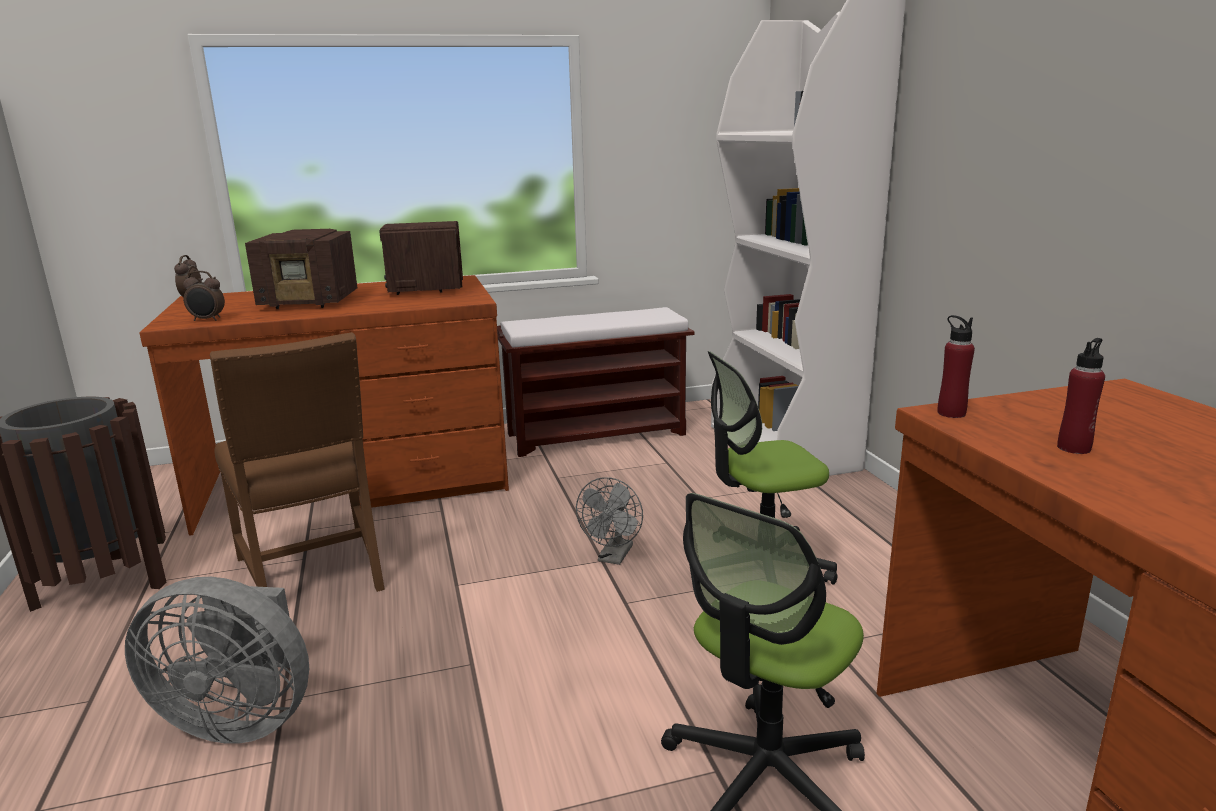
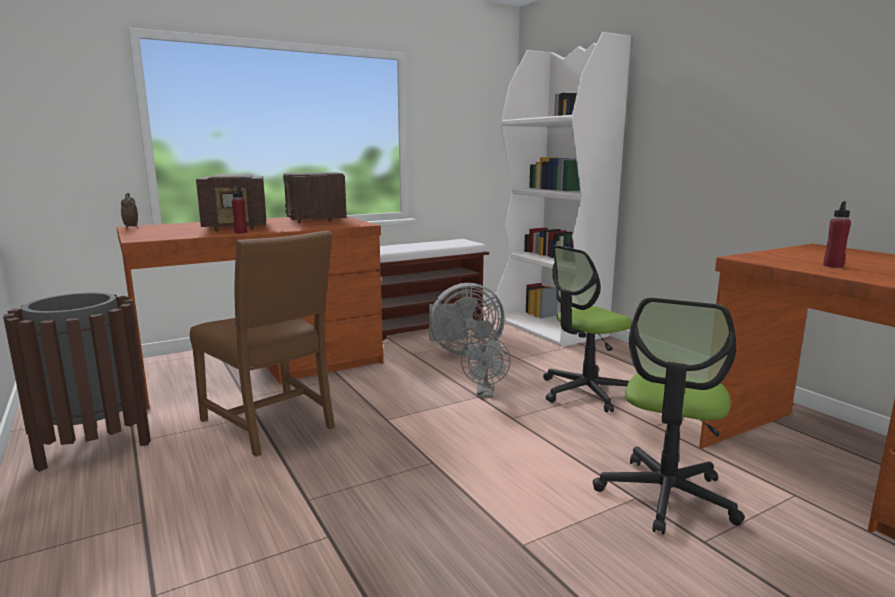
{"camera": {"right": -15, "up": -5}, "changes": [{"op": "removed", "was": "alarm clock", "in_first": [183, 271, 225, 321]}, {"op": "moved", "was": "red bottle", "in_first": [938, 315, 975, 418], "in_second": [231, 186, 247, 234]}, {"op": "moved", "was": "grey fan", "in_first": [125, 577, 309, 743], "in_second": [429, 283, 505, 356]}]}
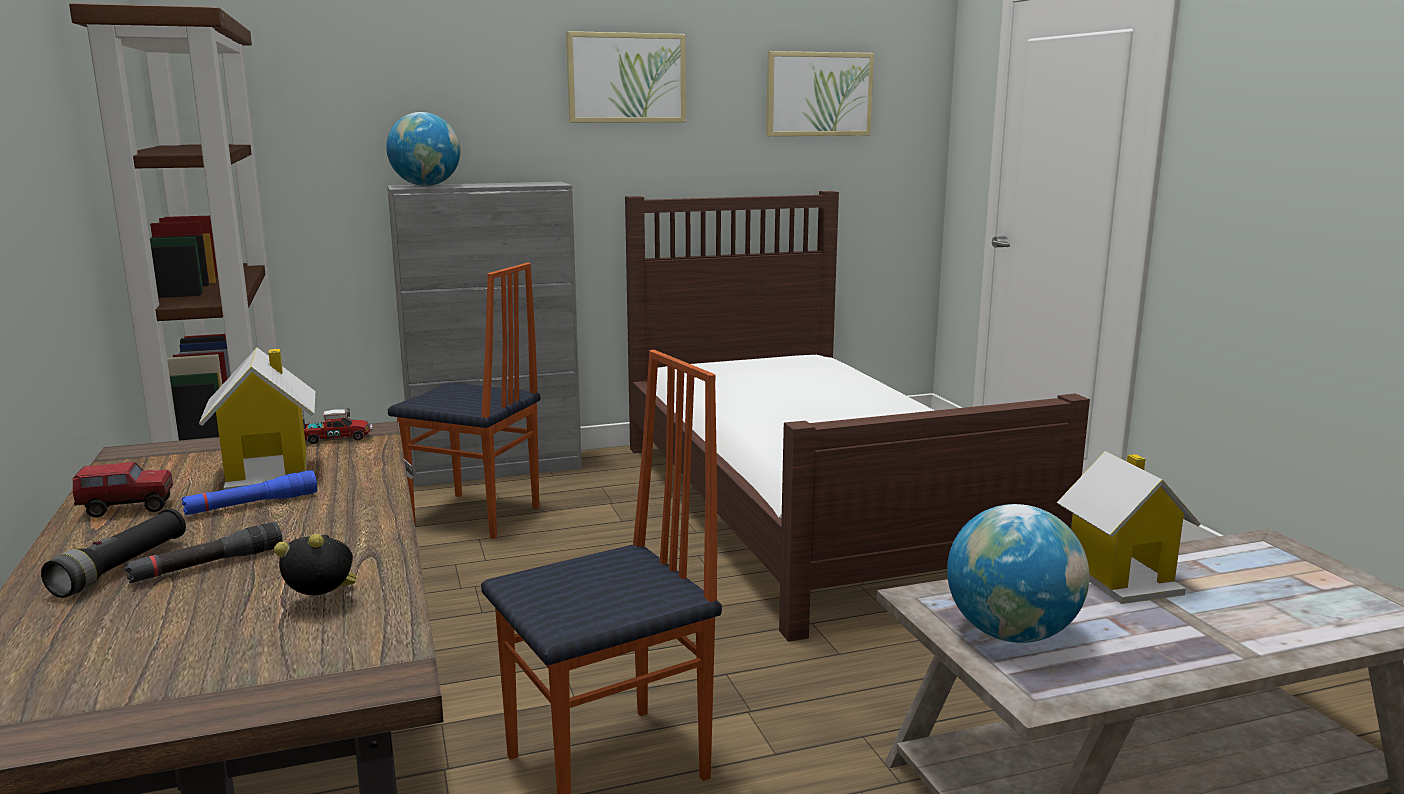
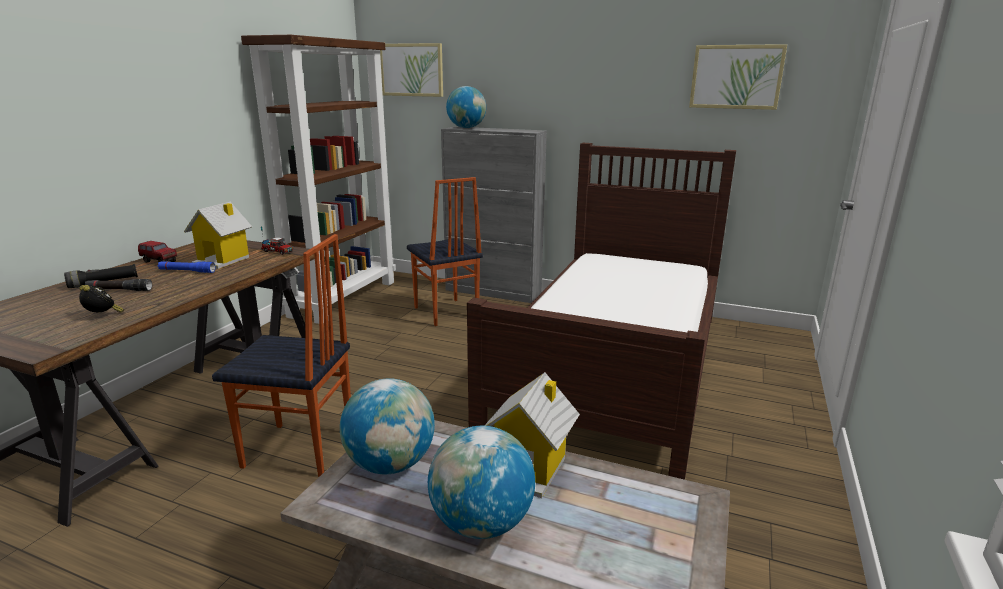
{"camera": {"right": 40, "up": 5}, "changes": [{"op": "moved", "was": "picture", "in_first": [566, 31, 686, 123], "in_second": [380, 43, 443, 97]}, {"op": "added", "now": "globe", "in_second": [428, 426, 535, 539]}]}
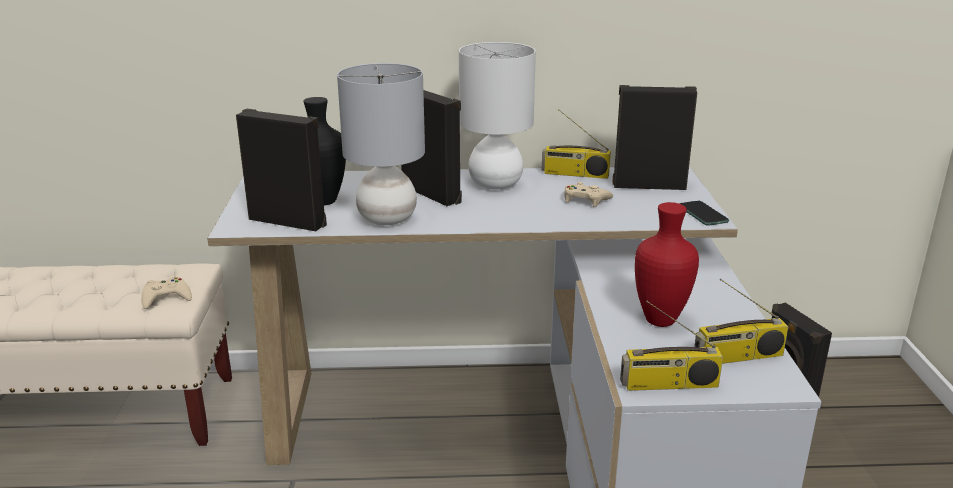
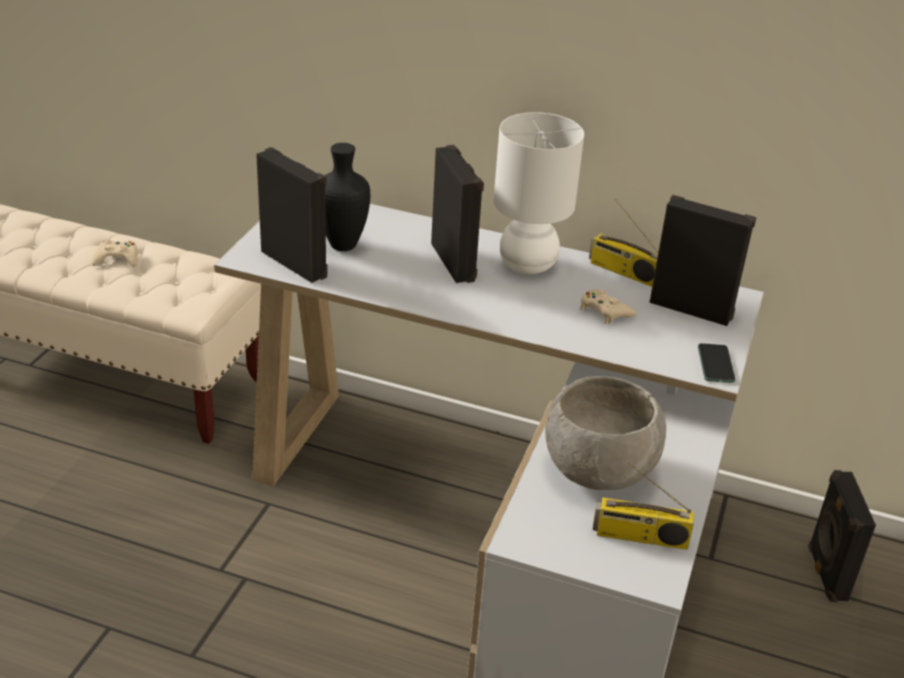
{"camera": {"right": 20, "up": 10}, "changes": [{"op": "removed", "was": "grey table lamp", "in_first": [337, 63, 425, 225]}, {"op": "replaced", "was": "red vase", "now": "grey bowl", "in_first": [635, 202, 699, 327], "in_second": [545, 376, 666, 490]}, {"op": "moved", "was": "beige game controller", "in_first": [141, 277, 192, 309], "in_second": [92, 239, 138, 267]}, {"op": "removed", "was": "radio", "in_first": [620, 301, 723, 391]}]}
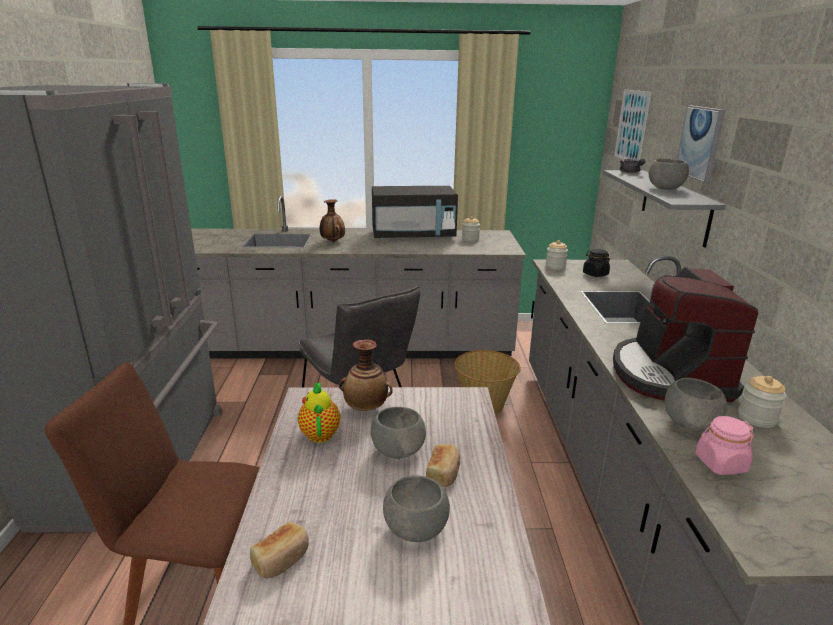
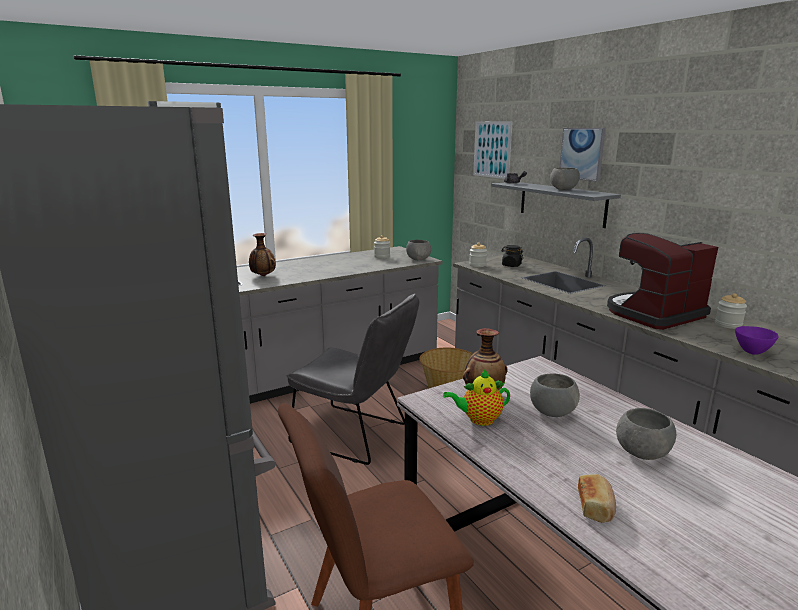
{"camera": {"right": -30, "up": -5}, "changes": [{"op": "removed", "was": "black microwave", "in_first": [372, 186, 458, 240]}, {"op": "turned", "was": "coffee machine", "in_first": [613, 267, 758, 402], "in_second": [607, 233, 718, 330], "clockwise": 90}, {"op": "moved", "was": "grey bowl", "in_first": [665, 378, 727, 431], "in_second": [406, 240, 431, 260]}, {"op": "turned", "was": "teapot", "in_first": [298, 383, 340, 443], "in_second": [443, 370, 510, 426], "clockwise": -60}, {"op": "replaced", "was": "pink jar", "now": "purple bowl", "in_first": [695, 416, 754, 475], "in_second": [735, 326, 779, 355]}, {"op": "removed", "was": "bread", "in_first": [426, 444, 460, 487]}]}
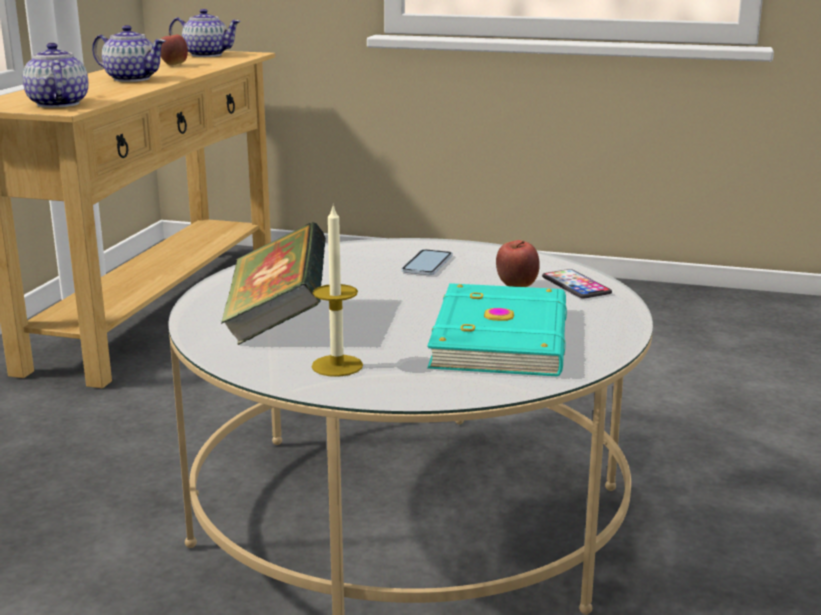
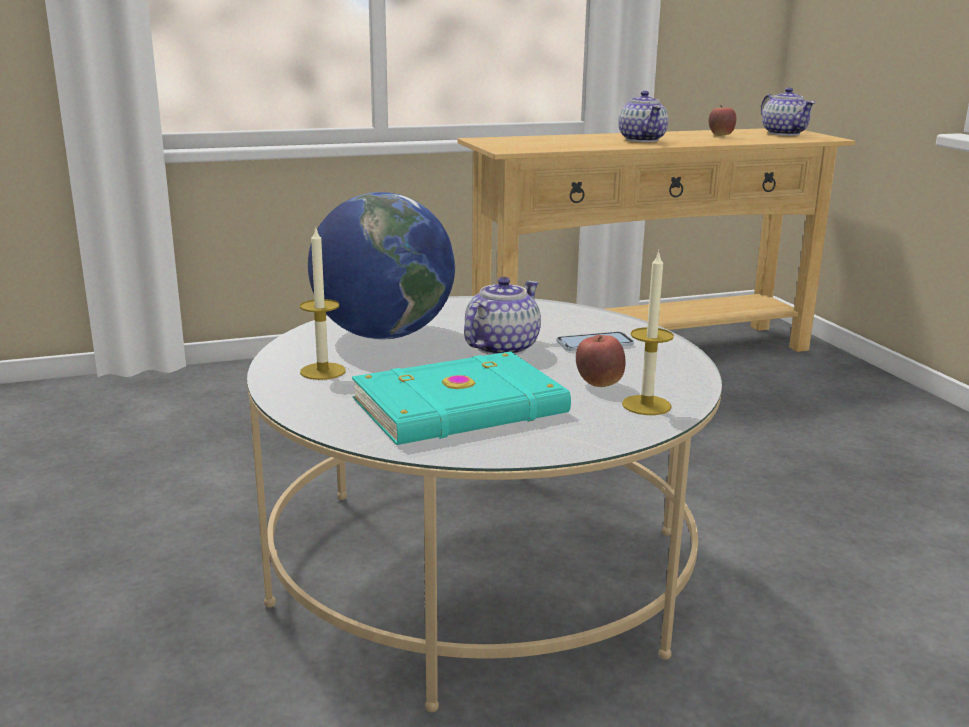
{"camera": {"right": 55, "up": 0}, "changes": [{"op": "moved", "was": "teapot", "in_first": [23, 43, 88, 108], "in_second": [464, 277, 541, 355]}, {"op": "replaced", "was": "book", "now": "globe", "in_first": [221, 222, 326, 345], "in_second": [308, 192, 455, 339]}, {"op": "replaced", "was": "phone", "now": "candle", "in_first": [542, 269, 612, 299], "in_second": [622, 250, 674, 415]}]}
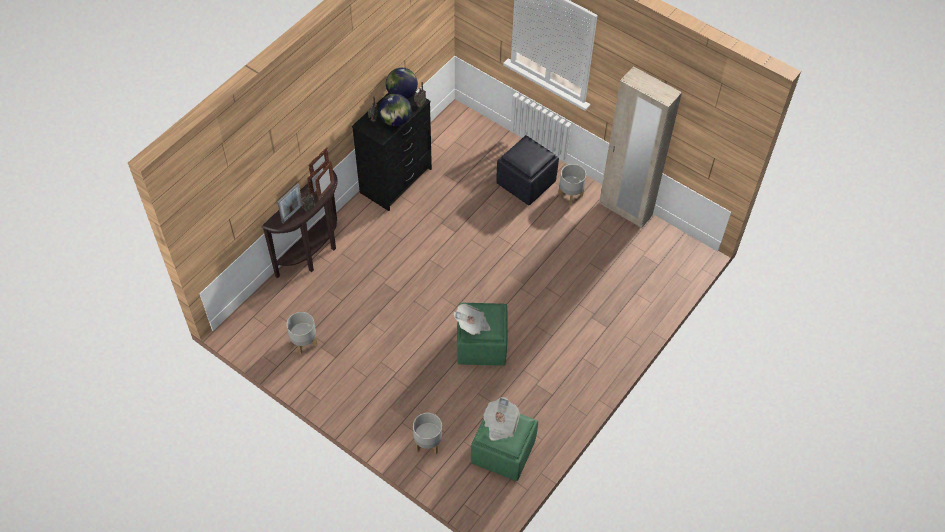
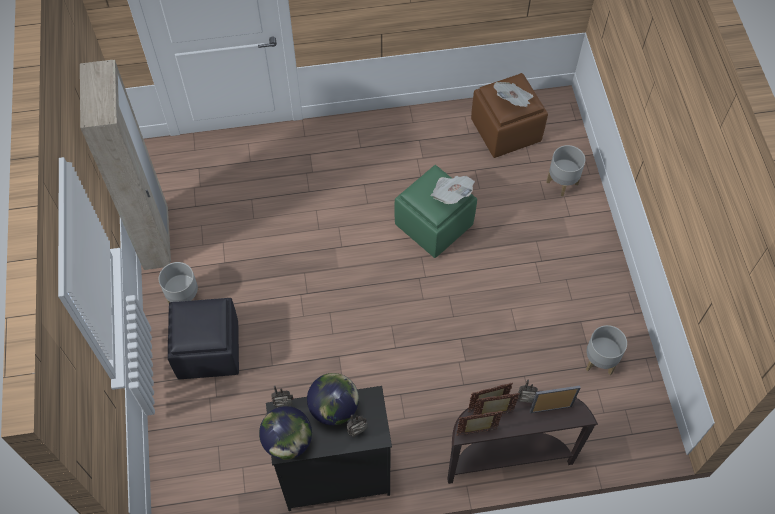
{"camera": {"right": -135, "up": 5}, "changes": [{"op": "recoloured", "was": "green ottoman", "now": "brown ottoman", "in_first": [471, 414, 538, 481], "in_second": [471, 73, 548, 158]}]}
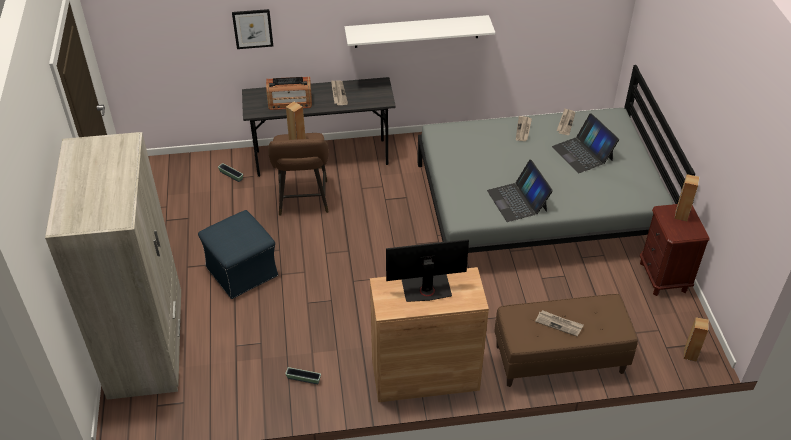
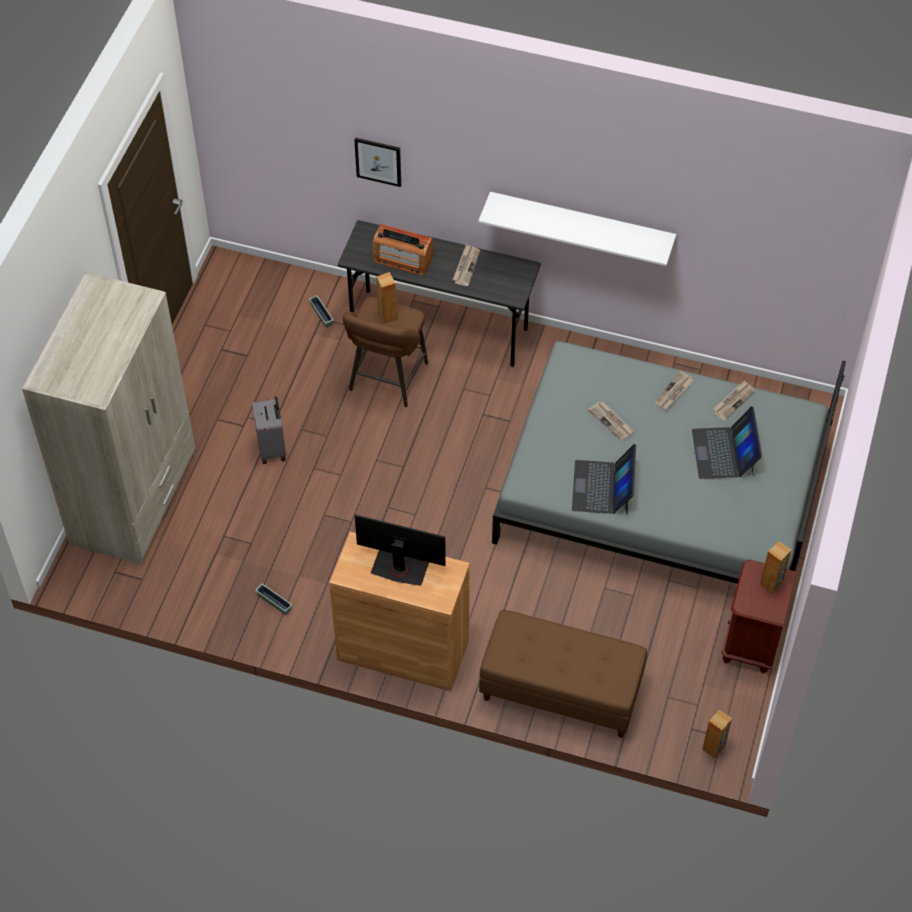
{"camera": {"right": 25, "up": 10}, "changes": [{"op": "replaced", "was": "blue ottoman", "now": "grey suitcase", "in_first": [198, 210, 278, 299], "in_second": [252, 396, 286, 464]}, {"op": "moved", "was": "newspaper", "in_first": [535, 310, 584, 337], "in_second": [588, 402, 634, 441]}]}
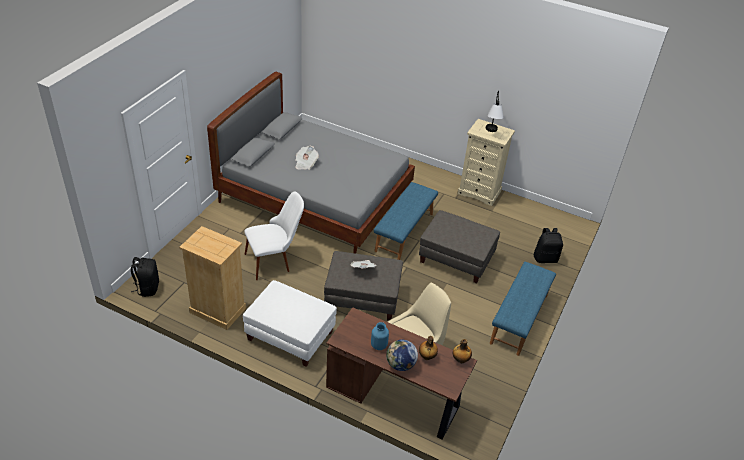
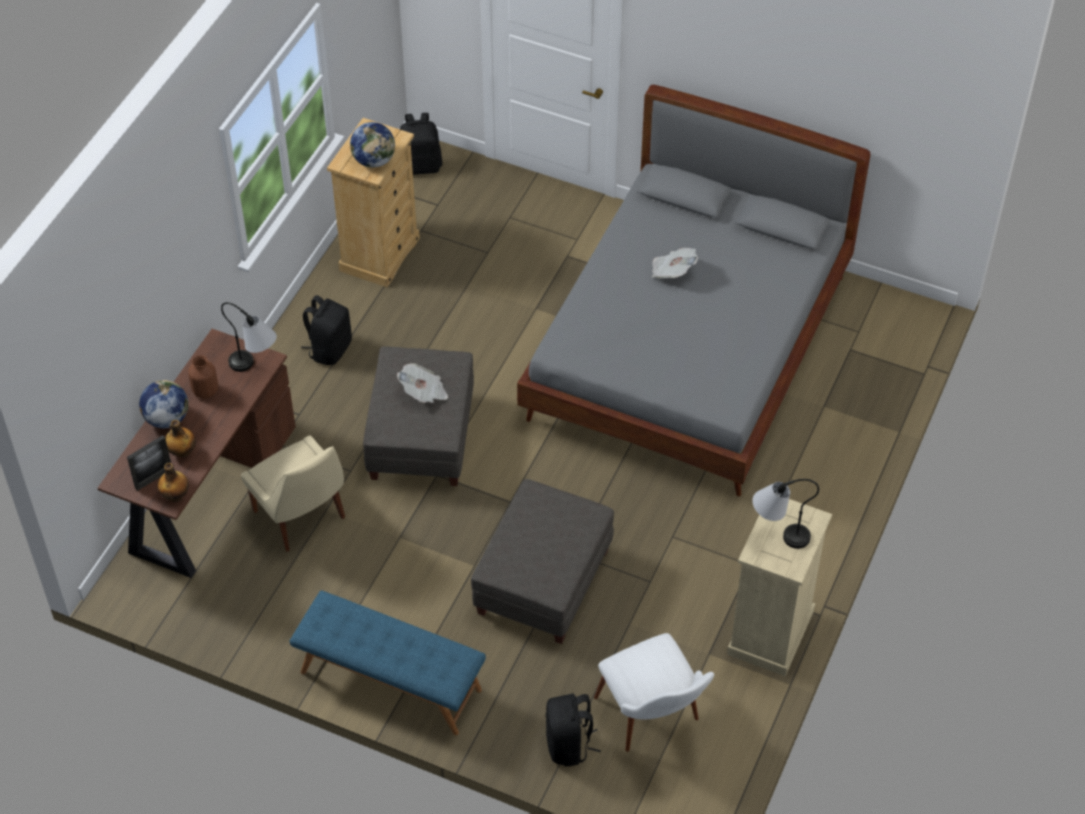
{"camera": {"right": 90, "up": 10}, "changes": [{"op": "removed", "was": "blue bench", "in_first": [374, 182, 438, 260]}, {"op": "moved", "was": "white chair", "in_first": [244, 191, 304, 280], "in_second": [594, 633, 714, 752]}, {"op": "replaced", "was": "white ottoman", "now": "black backpack", "in_first": [243, 280, 337, 367], "in_second": [301, 295, 352, 365]}, {"op": "recoloured", "was": "blue vase", "now": "brown vase", "in_first": [371, 322, 389, 350], "in_second": [188, 355, 218, 399]}, {"op": "added", "now": "globe", "in_second": [350, 122, 395, 168]}, {"op": "added", "now": "table lamp", "in_second": [221, 302, 277, 372]}, {"op": "added", "now": "picture frame", "in_second": [127, 435, 171, 491]}]}
